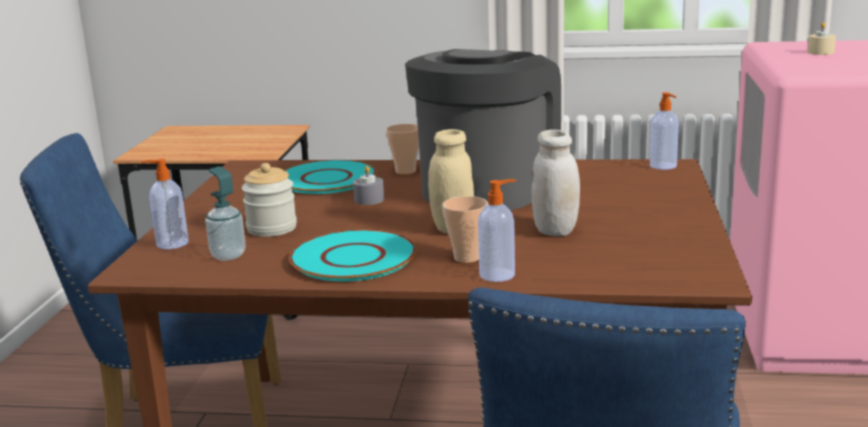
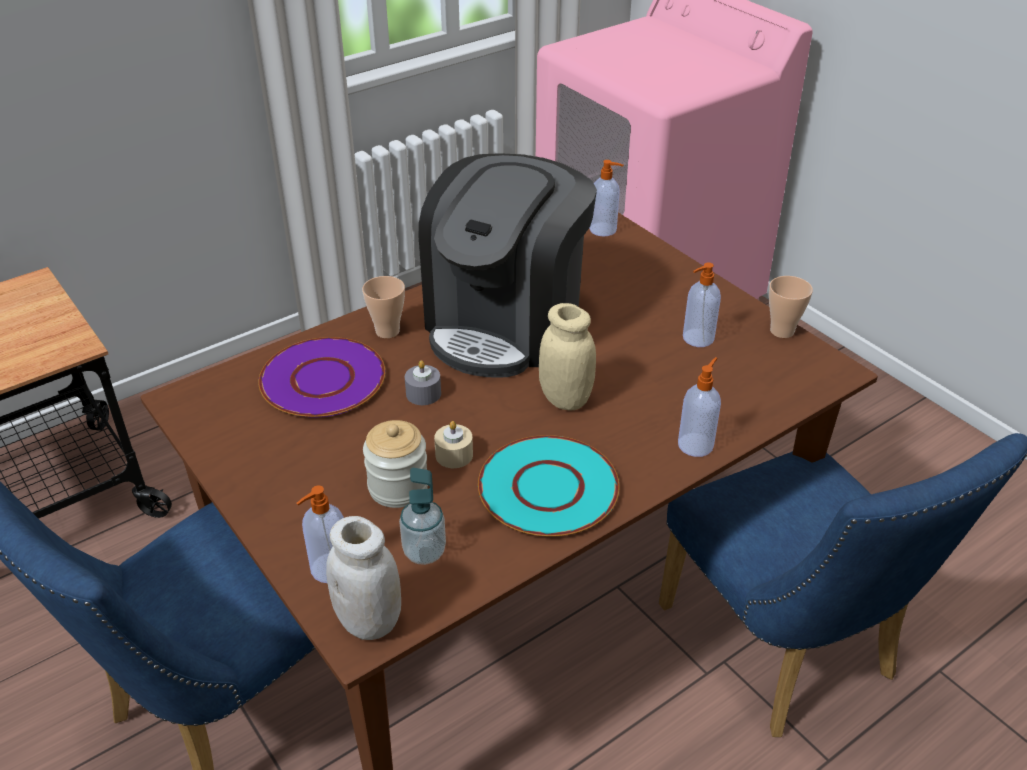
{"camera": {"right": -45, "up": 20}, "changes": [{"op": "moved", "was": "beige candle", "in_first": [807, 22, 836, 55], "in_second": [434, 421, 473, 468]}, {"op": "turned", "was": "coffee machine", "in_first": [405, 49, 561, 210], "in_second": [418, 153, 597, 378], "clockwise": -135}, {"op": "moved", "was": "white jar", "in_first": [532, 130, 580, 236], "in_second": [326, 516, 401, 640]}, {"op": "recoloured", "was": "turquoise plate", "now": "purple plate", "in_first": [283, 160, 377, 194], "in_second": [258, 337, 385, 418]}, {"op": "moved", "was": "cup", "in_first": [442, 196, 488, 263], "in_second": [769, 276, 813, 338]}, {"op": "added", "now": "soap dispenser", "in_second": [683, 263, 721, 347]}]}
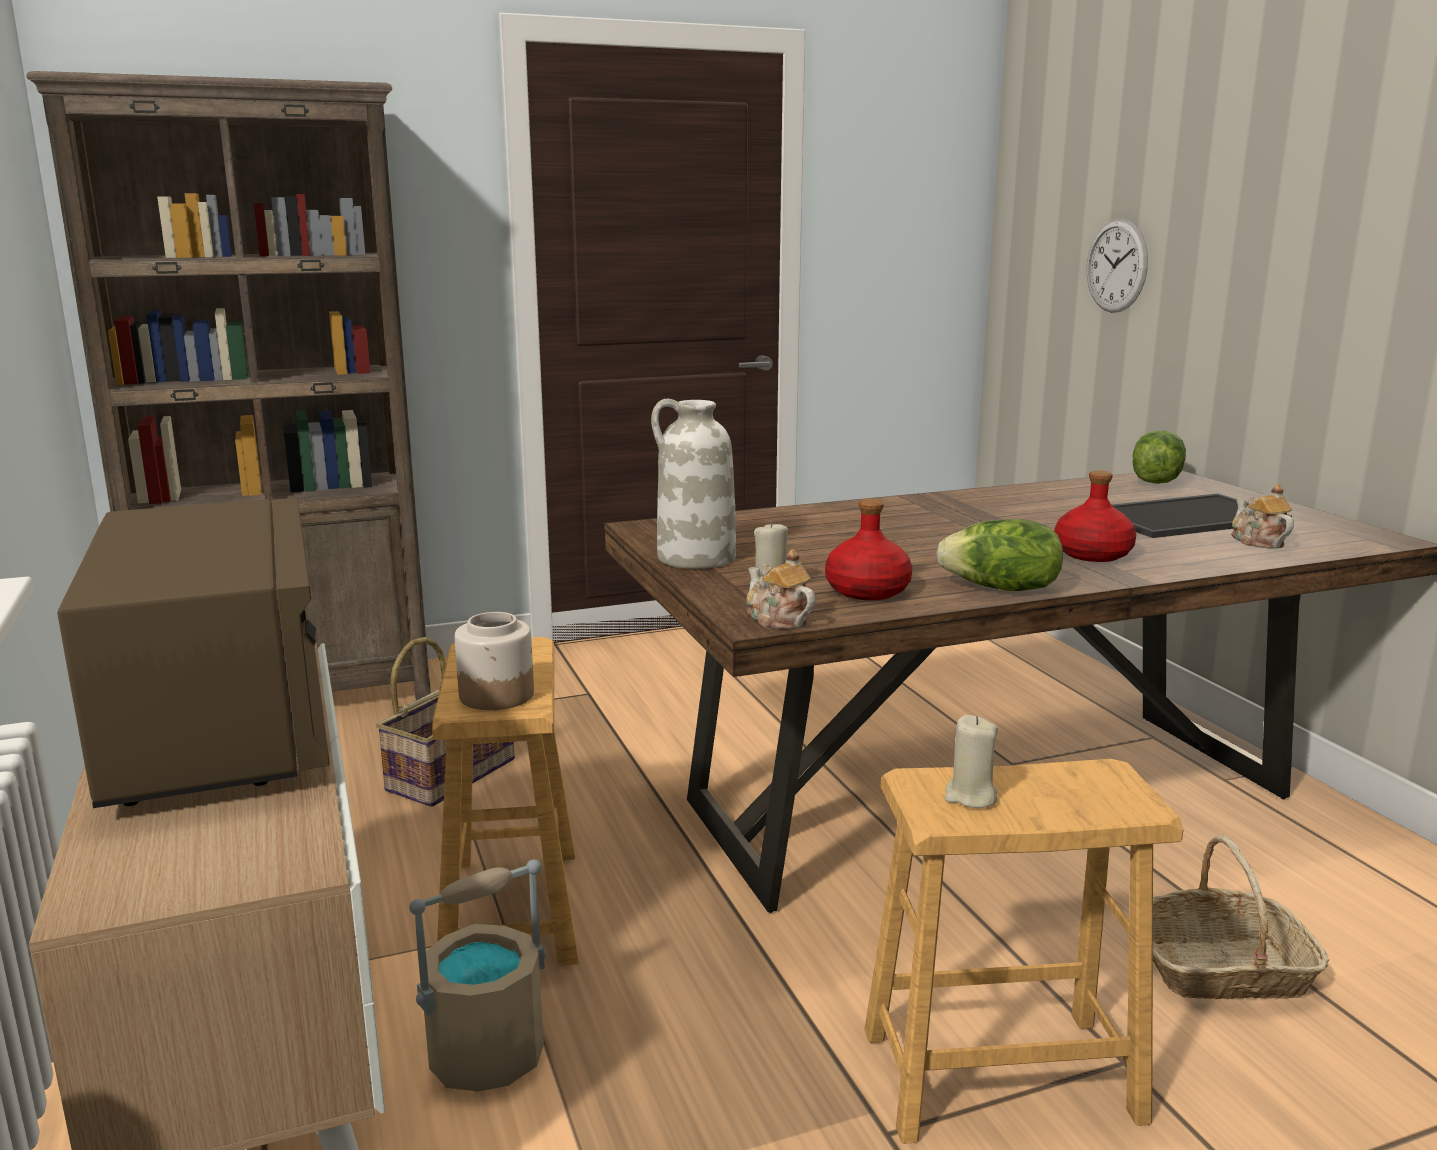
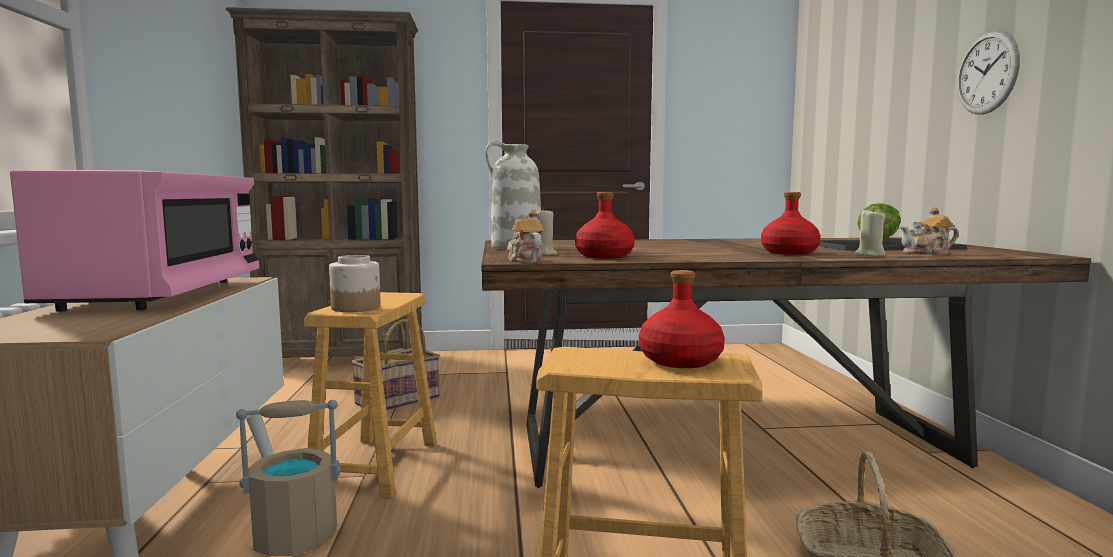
{"camera": {"right": 15, "up": -10}, "changes": [{"op": "moved", "was": "wall clock", "in_first": [1087, 219, 1148, 313], "in_second": [957, 30, 1020, 115]}, {"op": "turned", "was": "teapot", "in_first": [1231, 484, 1294, 549], "in_second": [900, 207, 959, 254], "clockwise": -90}, {"op": "recoloured", "was": "brown microwave", "now": "pink microwave", "in_first": [57, 498, 330, 808], "in_second": [10, 170, 259, 312]}, {"op": "removed", "was": "lettuce", "in_first": [936, 519, 1063, 591]}, {"op": "moved", "was": "beige candle", "in_first": [945, 715, 998, 808], "in_second": [855, 208, 885, 256]}, {"op": "added", "now": "red bottle", "in_second": [639, 270, 725, 368]}]}
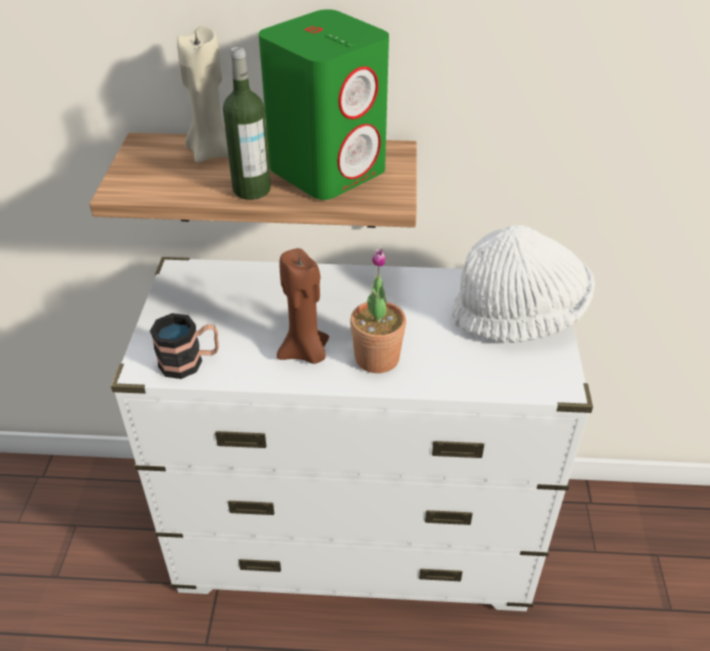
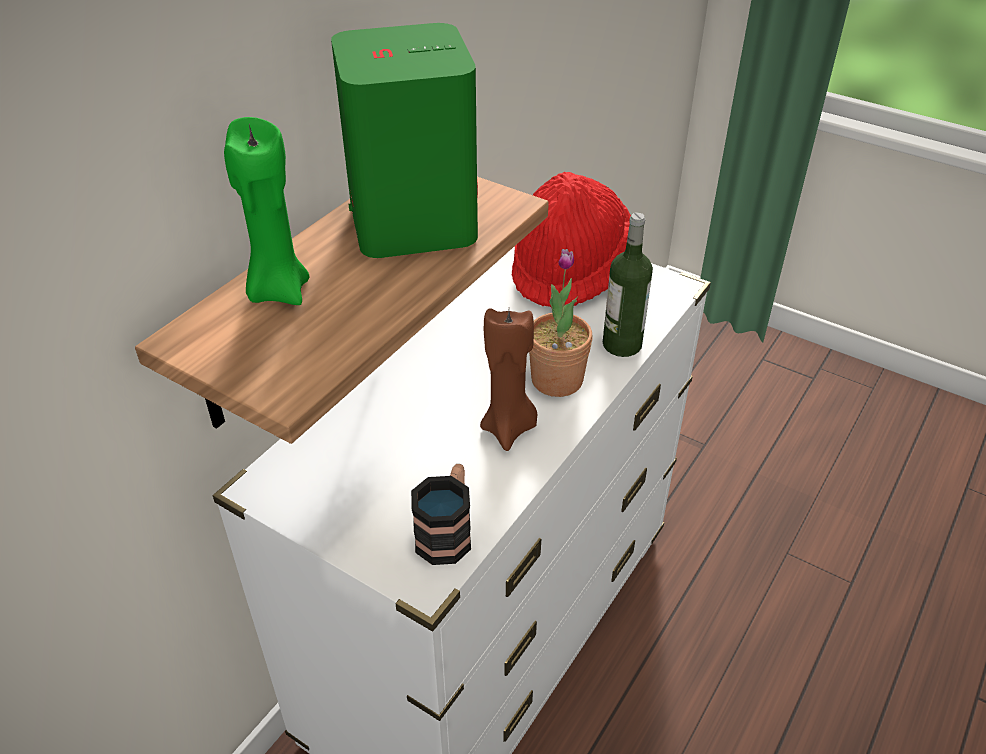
{"camera": {"right": -60, "up": 0}, "changes": [{"op": "recoloured", "was": "beige candle", "now": "green candle", "in_first": [177, 26, 229, 163], "in_second": [224, 117, 310, 305]}, {"op": "moved", "was": "bottle", "in_first": [223, 47, 271, 200], "in_second": [603, 212, 653, 357]}, {"op": "recoloured", "was": "white hat", "now": "red hat", "in_first": [452, 225, 595, 343], "in_second": [512, 172, 631, 308]}]}
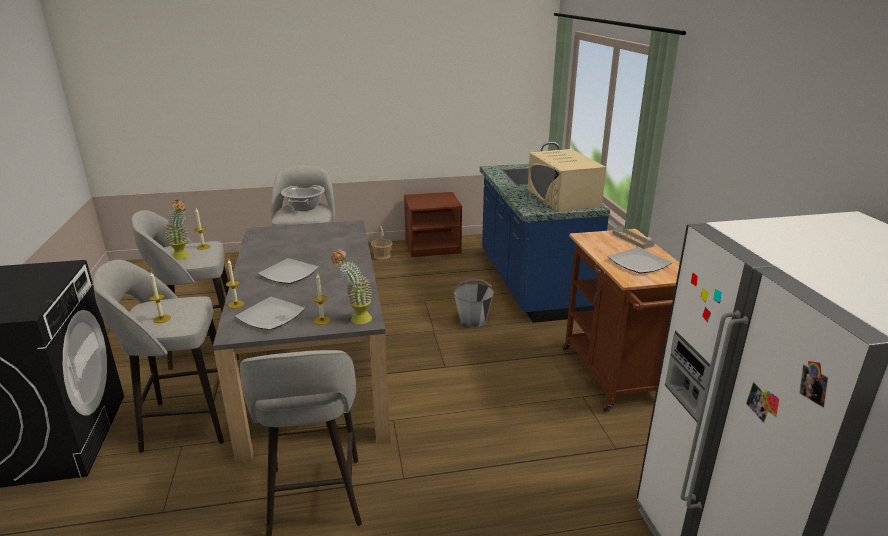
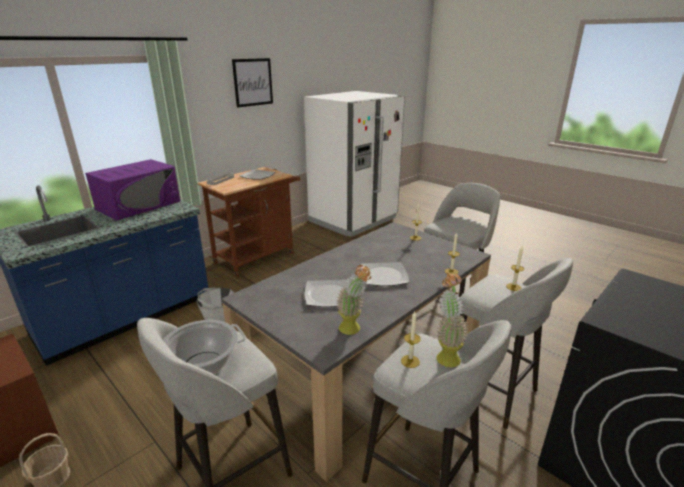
{"camera": {"right": -125, "up": 0}, "changes": [{"op": "recoloured", "was": "beige microwave", "now": "purple microwave", "in_first": [527, 149, 606, 212], "in_second": [85, 159, 180, 220]}, {"op": "moved", "was": "potted plant", "in_first": [331, 249, 372, 324], "in_second": [336, 265, 371, 335]}, {"op": "moved", "was": "plate", "in_first": [235, 297, 305, 330], "in_second": [305, 279, 351, 307]}, {"op": "added", "now": "picture", "in_second": [232, 58, 273, 108]}]}
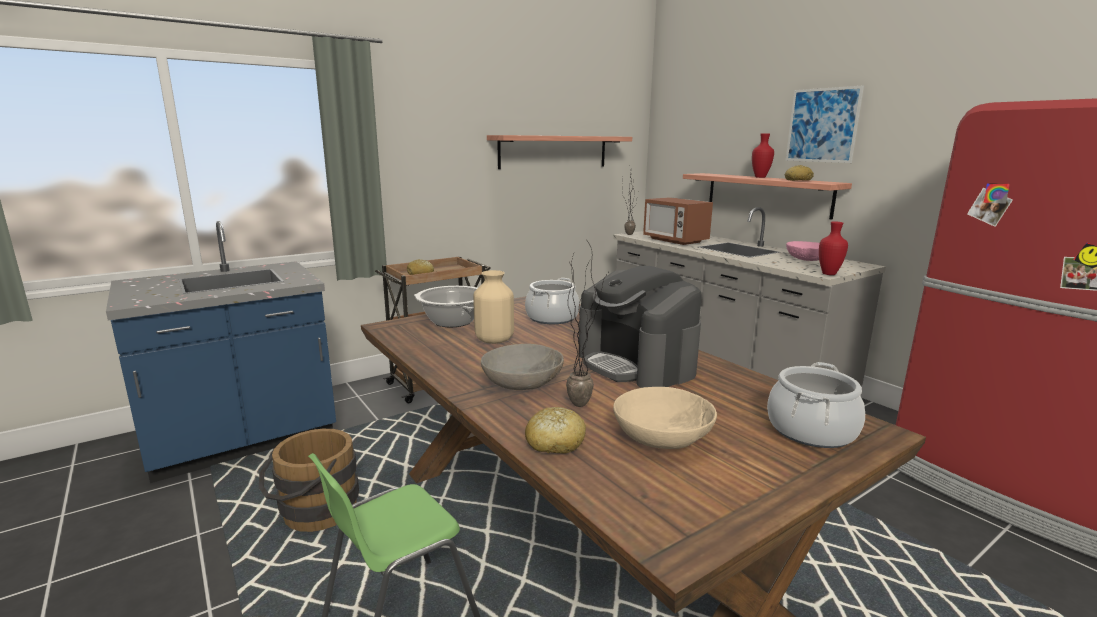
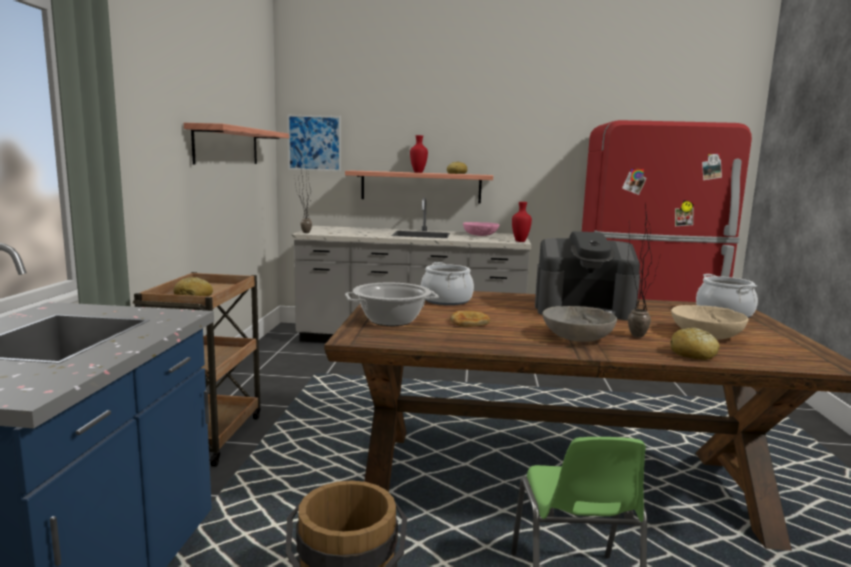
{"camera": {"right": -50, "up": -5}, "changes": [{"op": "moved", "was": "picture", "in_first": [786, 86, 864, 163], "in_second": [287, 115, 341, 171]}, {"op": "removed", "was": "microwave", "in_first": [643, 197, 713, 245]}, {"op": "replaced", "was": "beige vase", "now": "bread", "in_first": [473, 270, 514, 344], "in_second": [450, 310, 490, 327]}]}
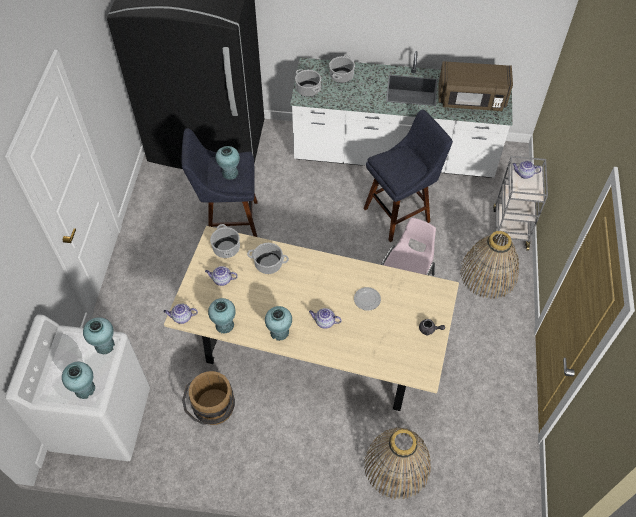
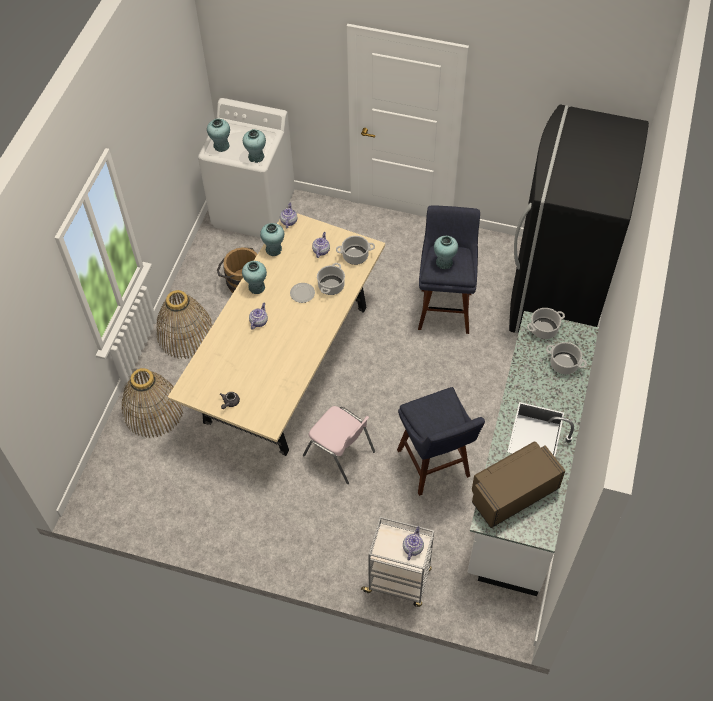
{"camera": {"right": 100, "up": 0}, "changes": [{"op": "turned", "was": "brown microwave", "in_first": [438, 61, 513, 111], "in_second": [472, 442, 565, 528], "clockwise": 45}, {"op": "moved", "was": "basket", "in_first": [460, 231, 519, 299], "in_second": [156, 290, 213, 359]}, {"op": "moved", "was": "plate", "in_first": [354, 287, 381, 311], "in_second": [290, 283, 315, 303]}]}
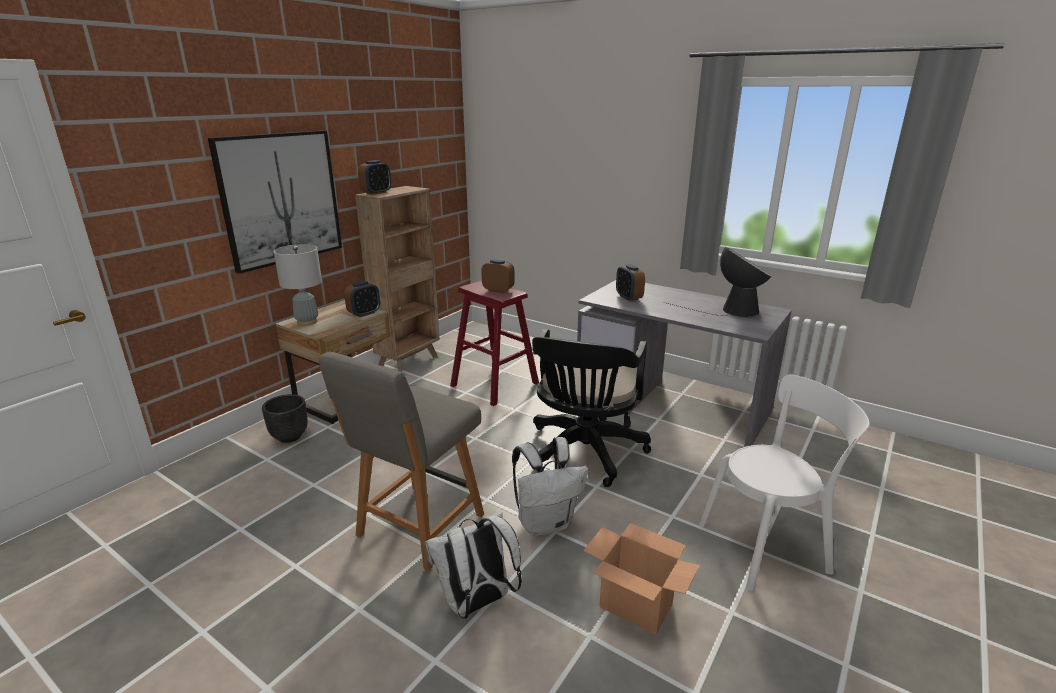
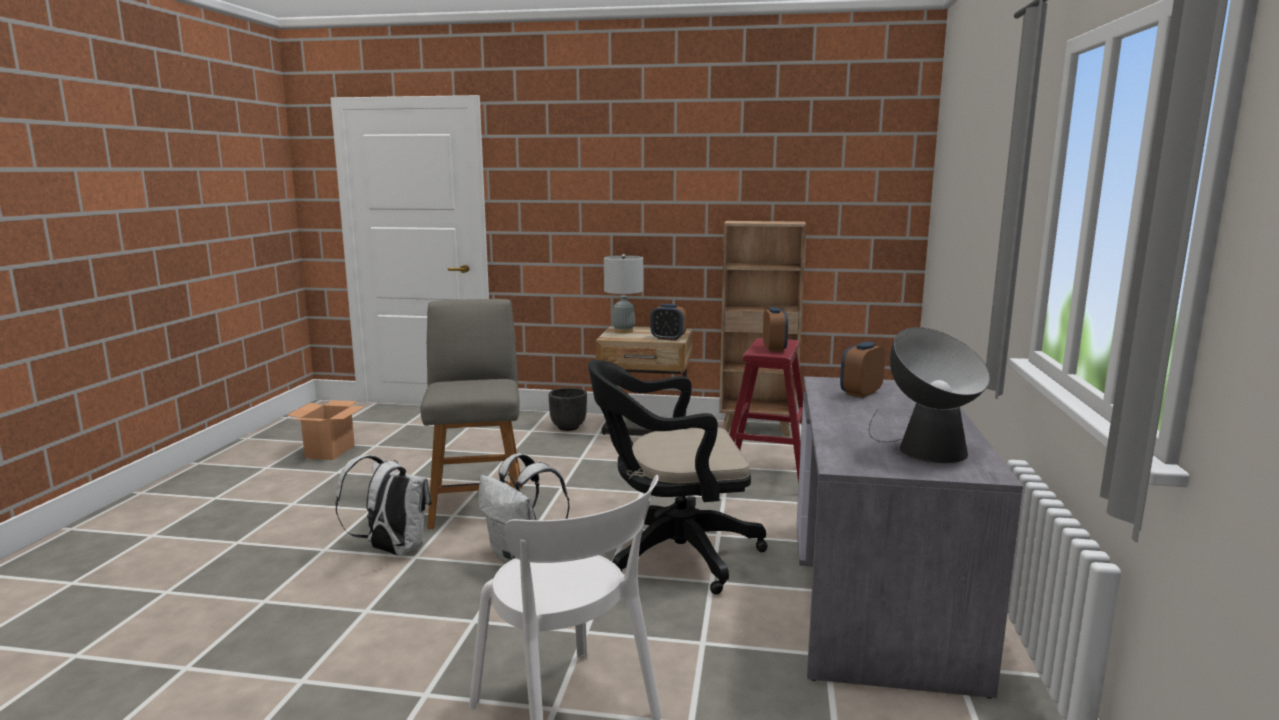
{"camera": {"right": 65, "up": -10}, "changes": [{"op": "removed", "was": "picture", "in_first": [208, 130, 342, 274]}, {"op": "removed", "was": "alarm clock", "in_first": [358, 160, 391, 195]}, {"op": "turned", "was": "grey chair", "in_first": [319, 351, 484, 571], "in_second": [420, 299, 523, 529], "clockwise": 75}, {"op": "moved", "was": "cardboard box", "in_first": [583, 523, 700, 635], "in_second": [286, 400, 365, 460]}]}
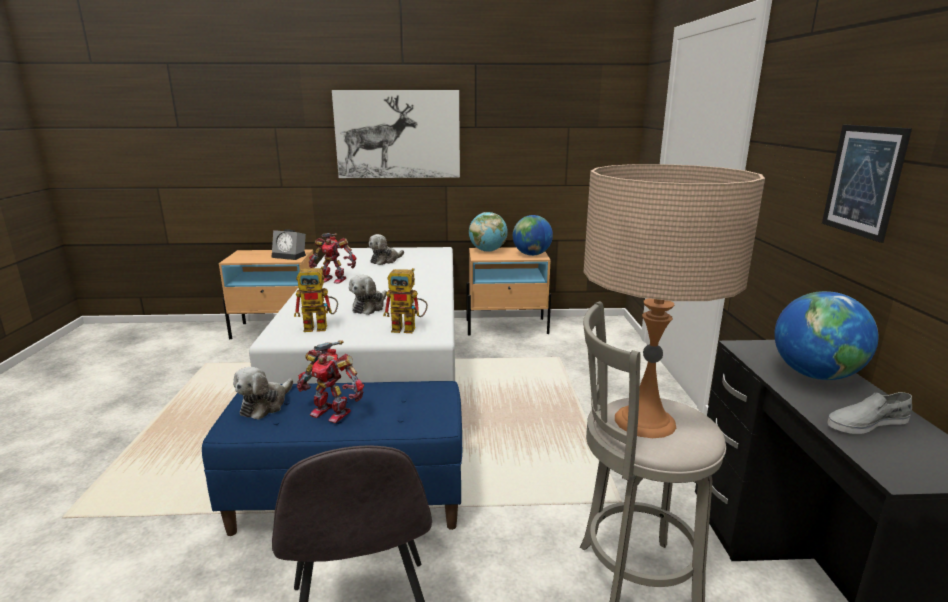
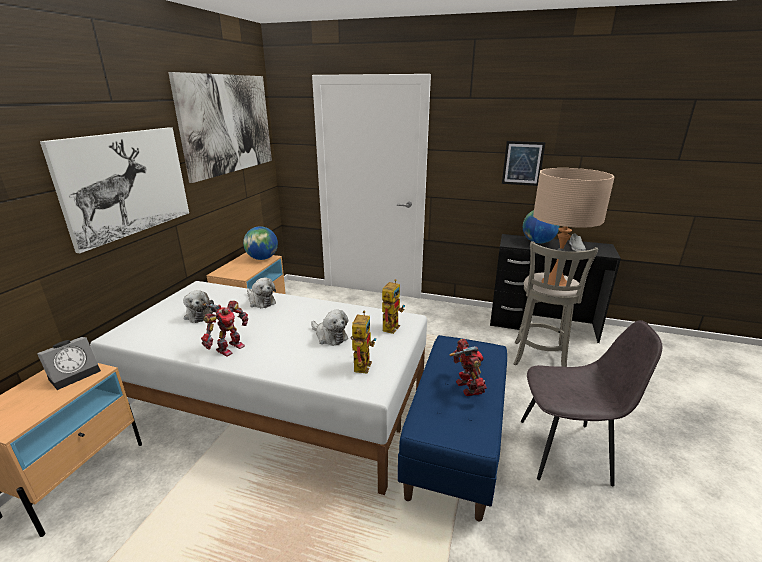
{"camera": {"right": -70, "up": 5}, "changes": [{"op": "removed", "was": "globe", "in_first": [469, 212, 508, 252]}, {"op": "turned", "was": "toy robot", "in_first": [297, 340, 364, 423], "in_second": [449, 339, 487, 396], "clockwise": -60}, {"op": "moved", "was": "plush toy", "in_first": [233, 367, 293, 420], "in_second": [247, 277, 276, 308]}, {"op": "added", "now": "picture", "in_second": [168, 72, 272, 183]}]}
